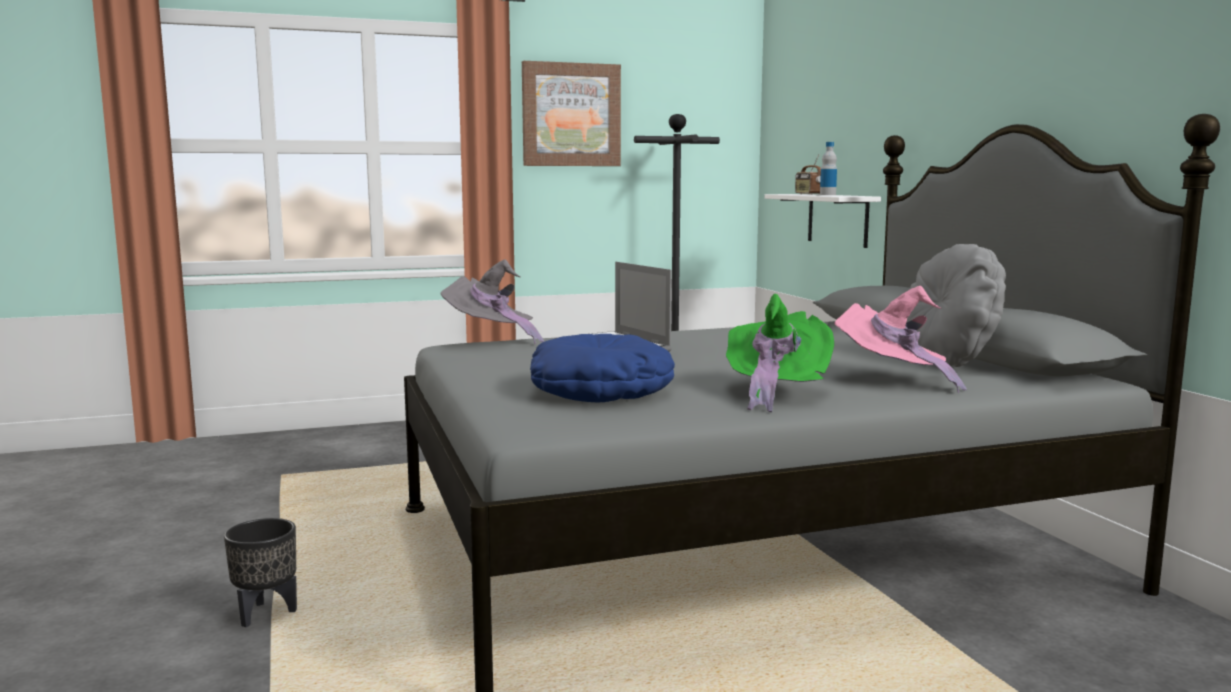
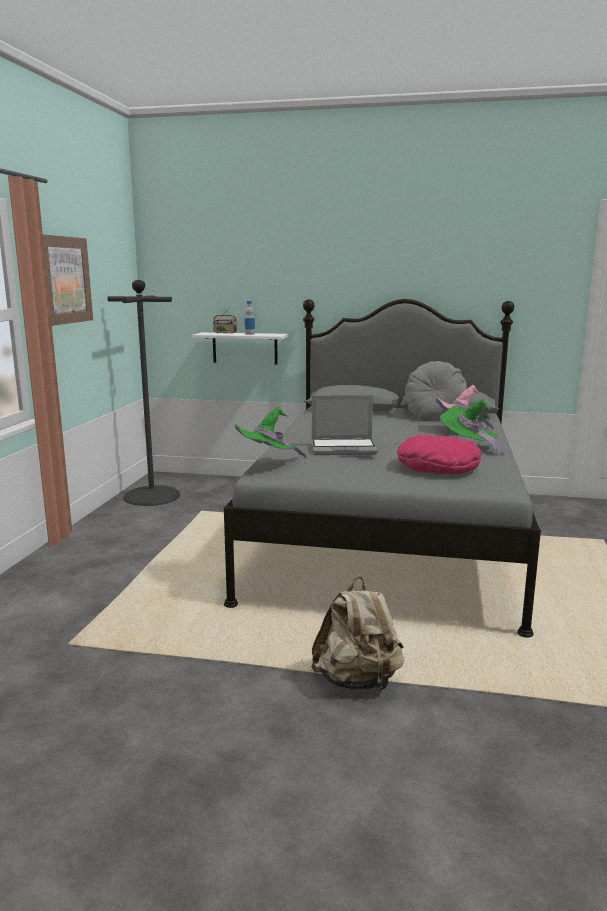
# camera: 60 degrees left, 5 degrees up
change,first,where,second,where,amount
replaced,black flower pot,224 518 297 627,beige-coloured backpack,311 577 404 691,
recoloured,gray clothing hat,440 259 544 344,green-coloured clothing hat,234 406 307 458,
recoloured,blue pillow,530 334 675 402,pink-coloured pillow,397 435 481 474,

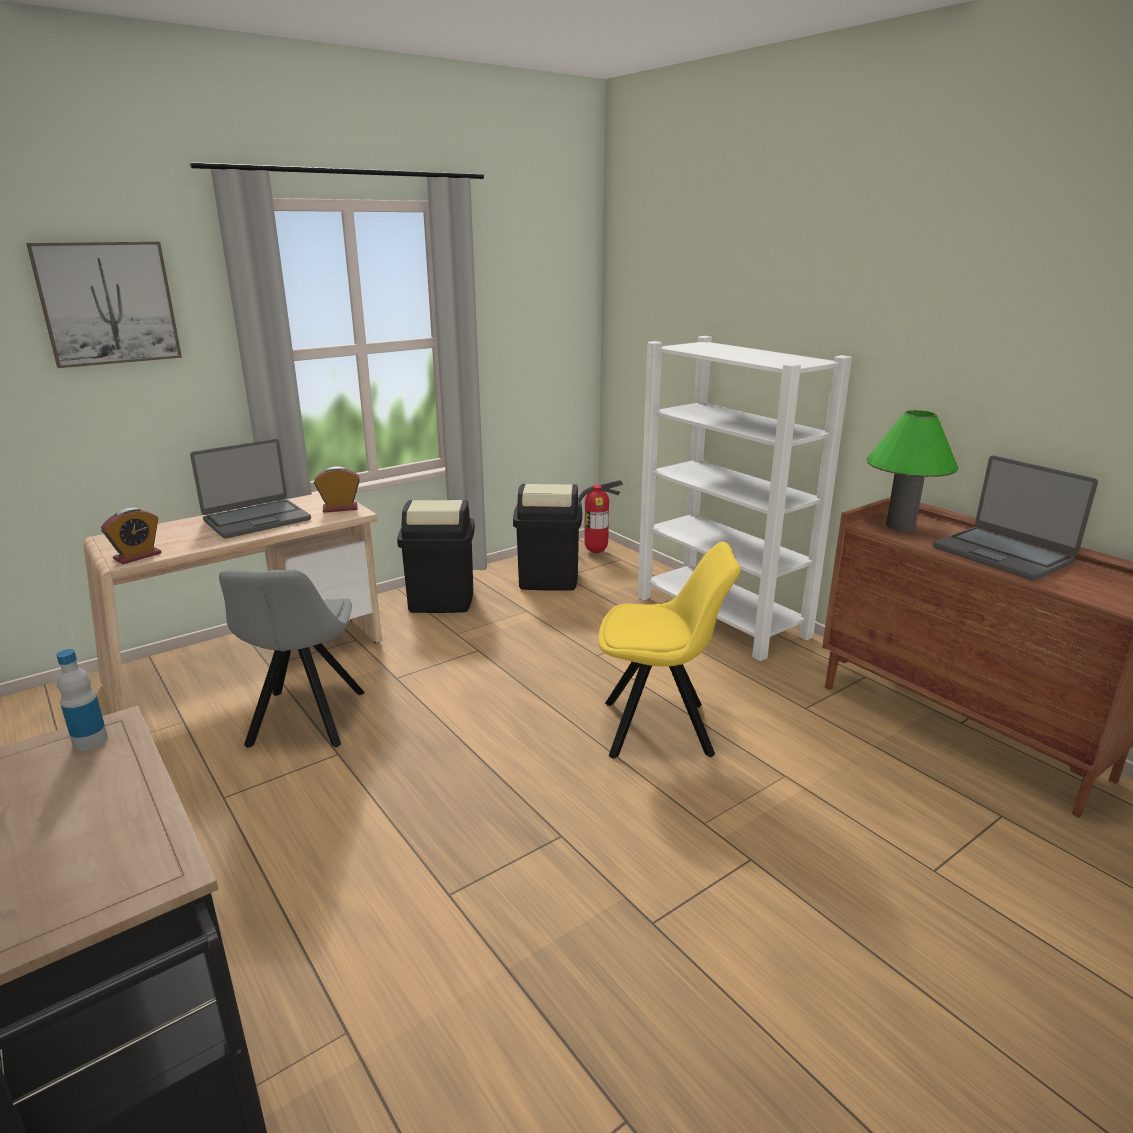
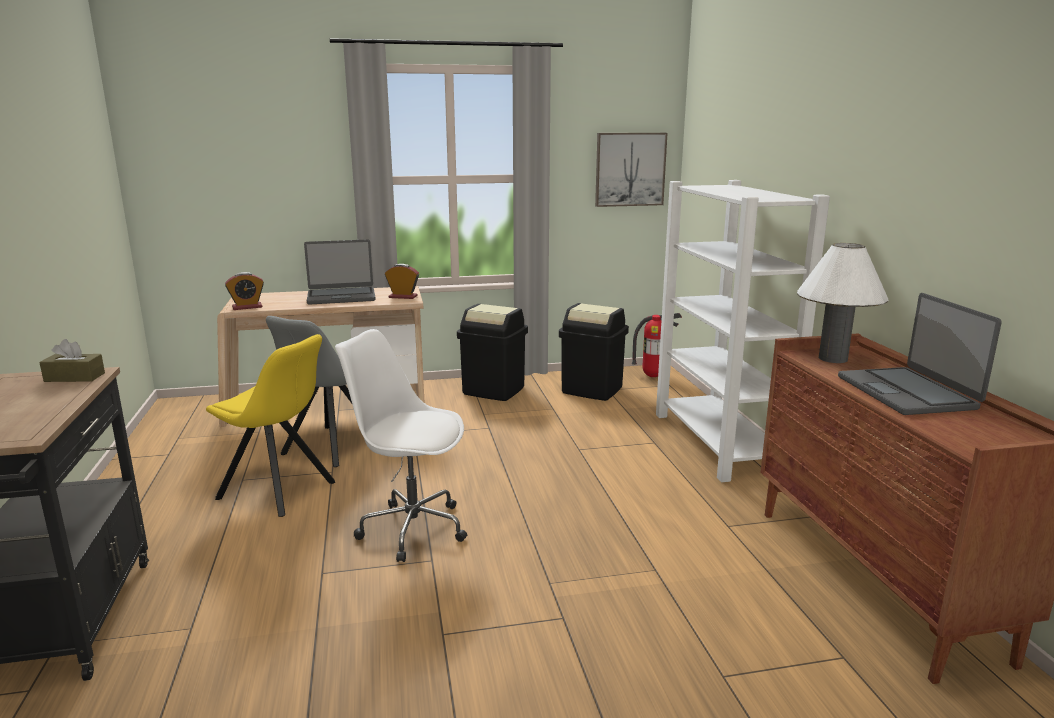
# camera: 25 degrees right, 5 degrees down
change,first,where,second,where,amount
moved,picture,26 241 182 368,,595 133 668 207,
replaced,bottle,56 649 108 751,brown-coloured tissue holder,39 339 105 382,
moved,yellow-coloured upright chair,598 542 741 759,,206 334 335 517,
recoloured,green-coloured tabletop lamp,867 410 959 531,white tabletop lamp,797 243 889 363,
added,,,white desk chair,335 329 467 562,

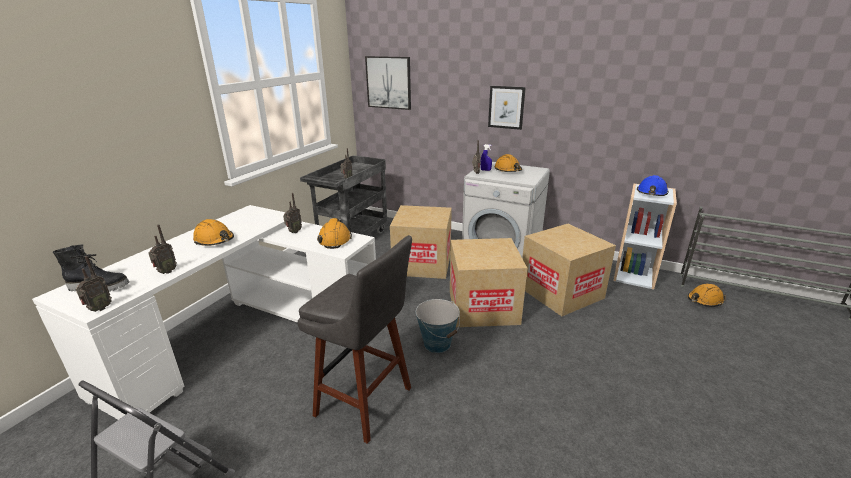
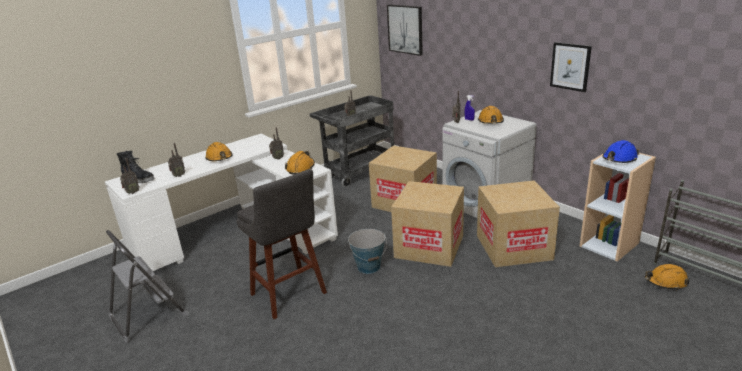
# camera: 25 degrees right, 0 degrees up
change,first,where,second,where,amount
moved,picture,488 86 526 130,,550 42 592 92,

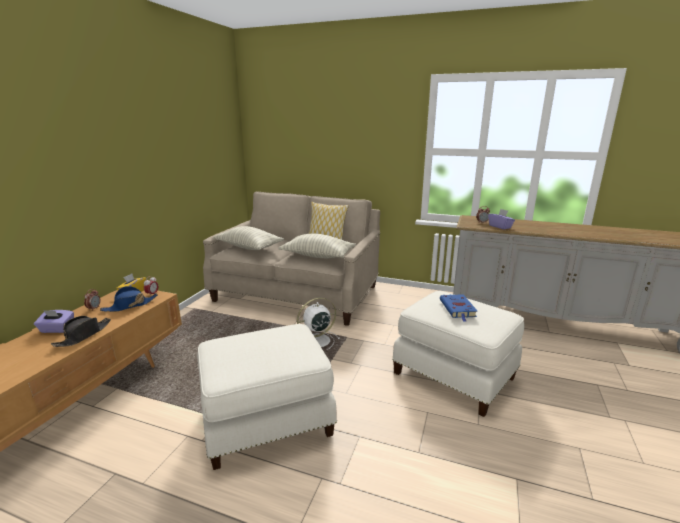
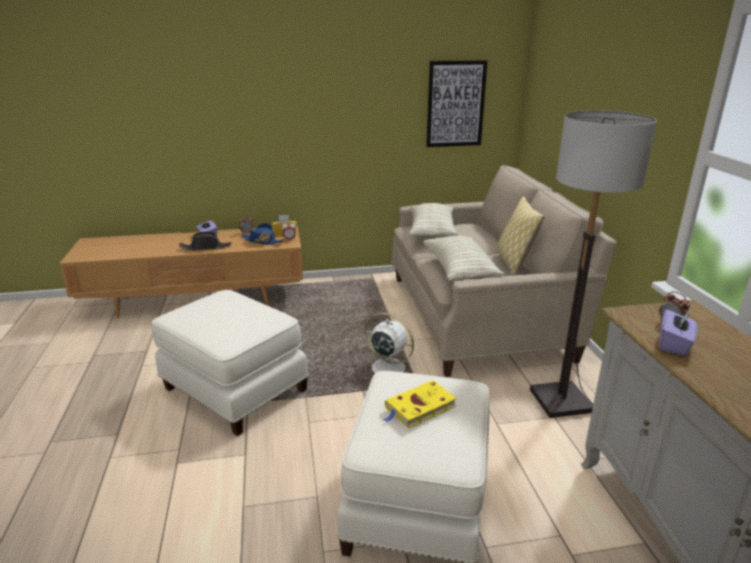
# camera: 60 degrees right, 5 degrees up
change,first,where,second,where,amount
recoloured,blue volume,440 294 478 322,yellow-coloured volume,383 380 457 429,
added,,,picture,426 60 488 147,
added,,,standard lamp,530 111 657 418,

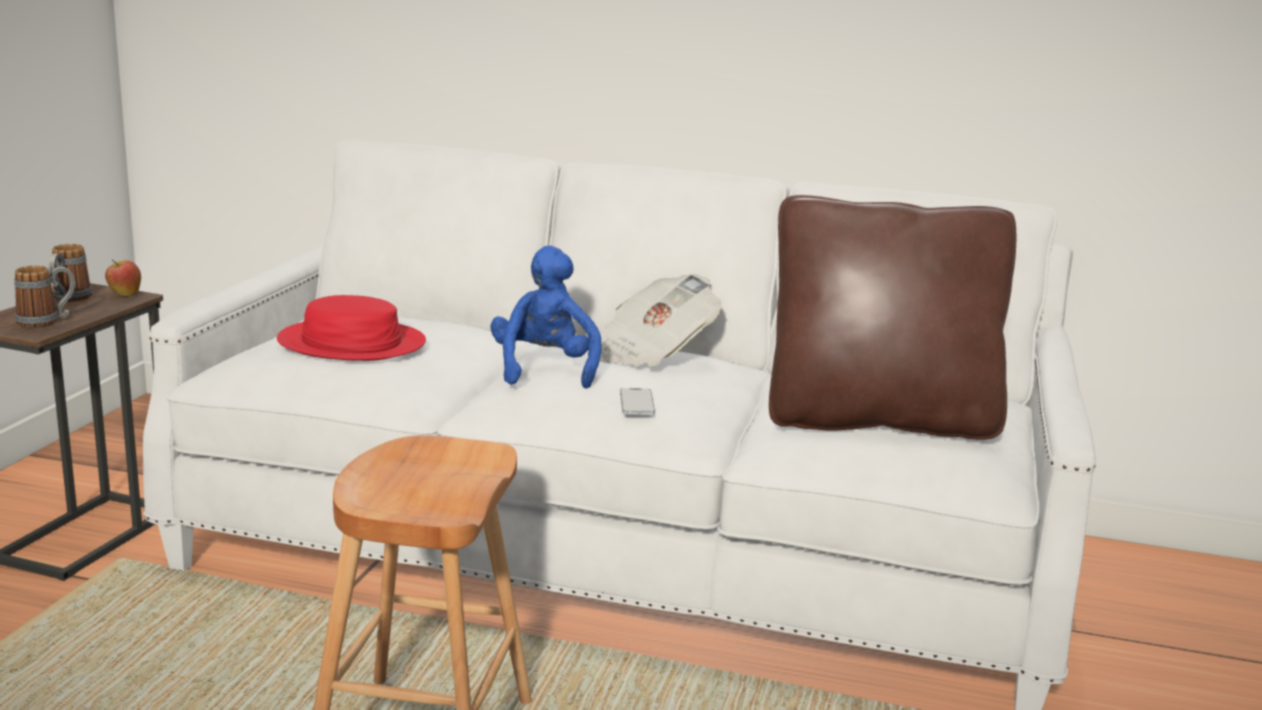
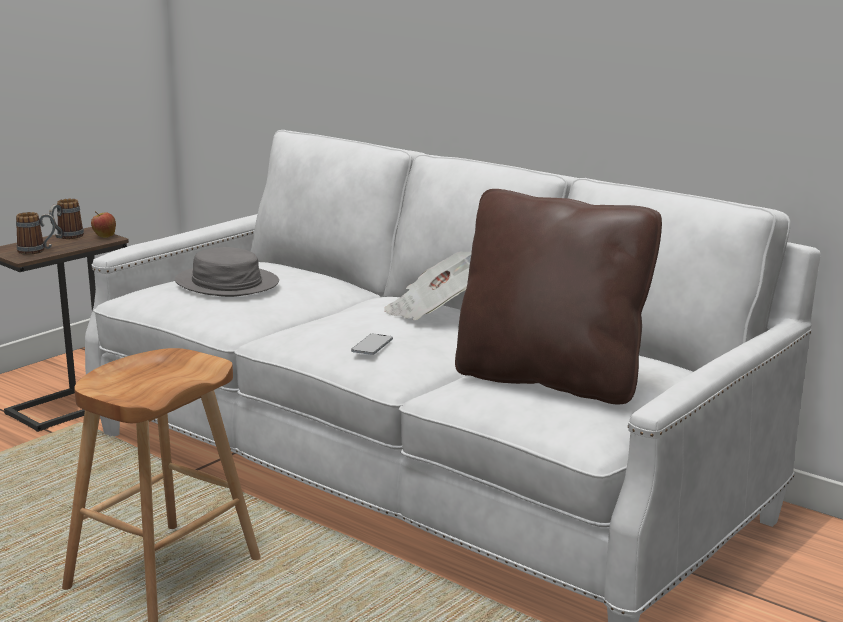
# camera: 25 degrees right, 0 degrees up
change,first,where,second,where,amount
recoloured,red-coloured clothing hat,277 295 426 361,gray clothing hat,175 247 279 297,
removed,blue cuddly toy,490 246 602 388,,,

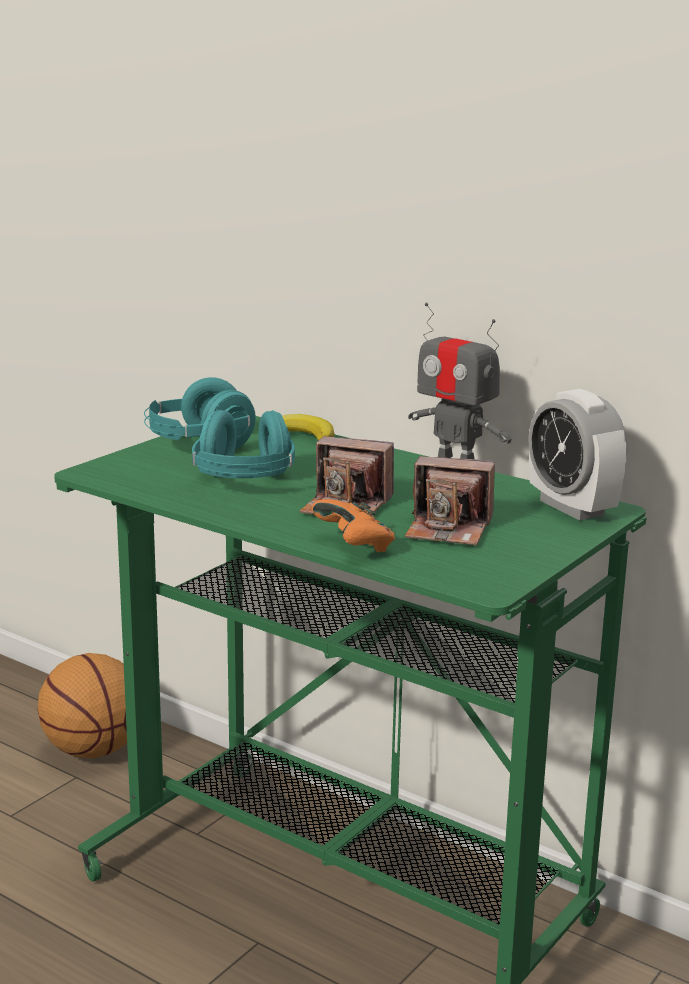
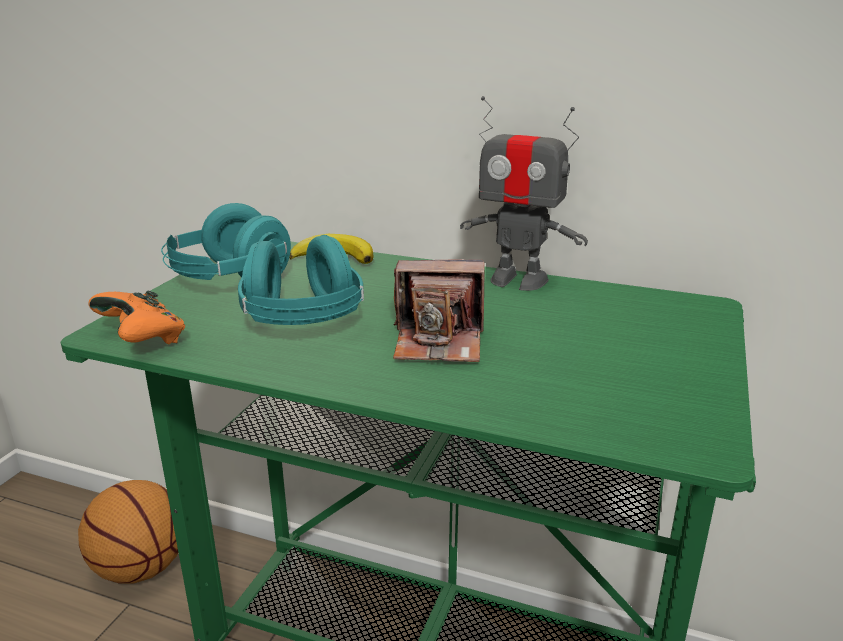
# camera: 15 degrees left, 5 degrees up
change,first,where,second,where,amount
moved,orangey gamepad,311 499 395 553,,88 291 185 344,
removed,still camera,405 456 495 545,,,
removed,table clock,529 389 627 520,,,

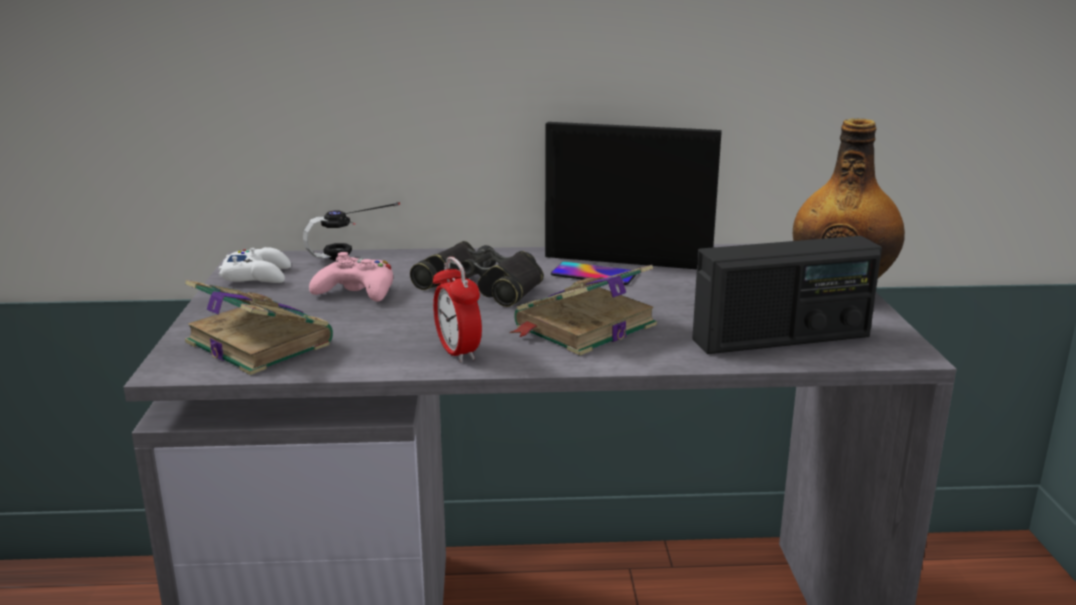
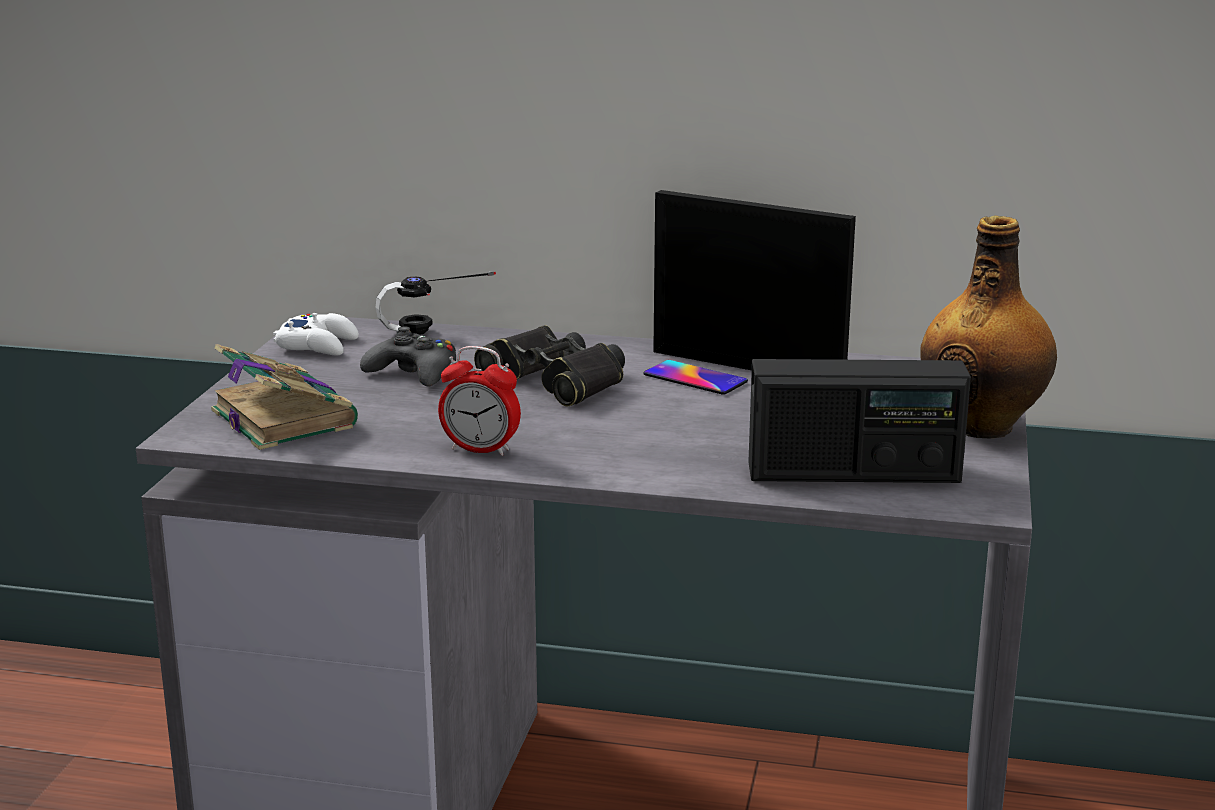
# camera: 15 degrees right, 0 degrees up
change,first,where,second,where,amount
recoloured,pink-coloured gamepad,309 252 393 302,black gamepad,360 326 456 386,
turned,table clock,433 257 482 363,,438 346 521 456,60 degrees counterclockwise
removed,volume,509 265 657 356,,,

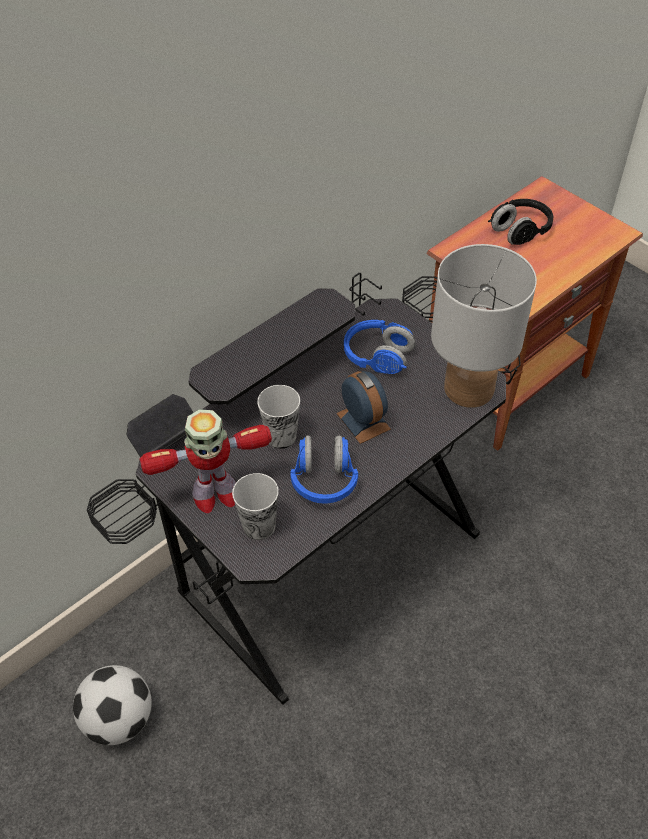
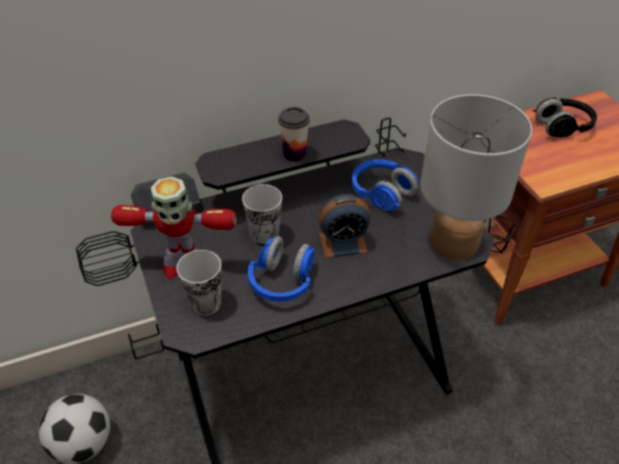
# camera: 20 degrees right, 5 degrees down
change,first,where,second,where,amount
turned,table clock,337 371 391 444,,318 194 371 258,90 degrees clockwise
added,,,drinking cup,278 107 310 162,

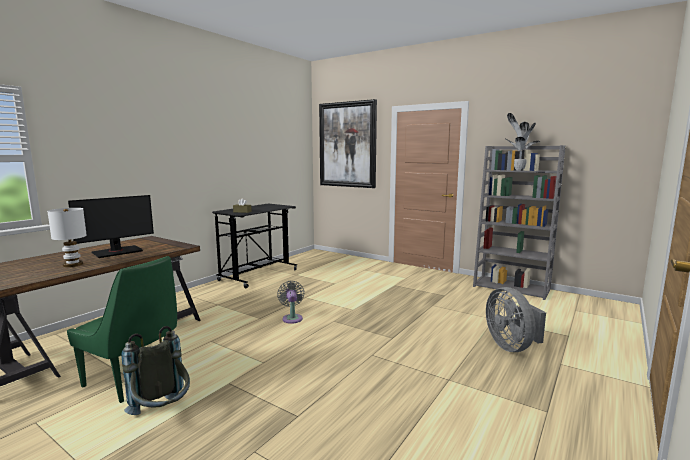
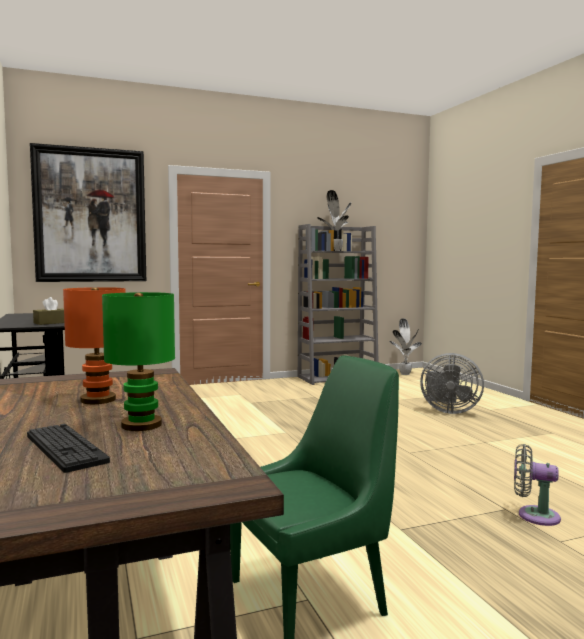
# camera: 55 degrees left, 5 degrees down
change,first,where,second,where,amount
recoloured,white tabletop lamp,47 208 87 267,green-coloured tabletop lamp,102 292 175 431,
replaced,computer display,68 195 154 258,orangey tabletop lamp,63 287 126 404,
removed,gray backpack,121 326 190 415,,,
moved,gray cooling fan,277 281 305 324,,514 444 561 526,
added,,,PC keyboard,27 424 110 473,
added,,,houseplant,389 318 422 375,

